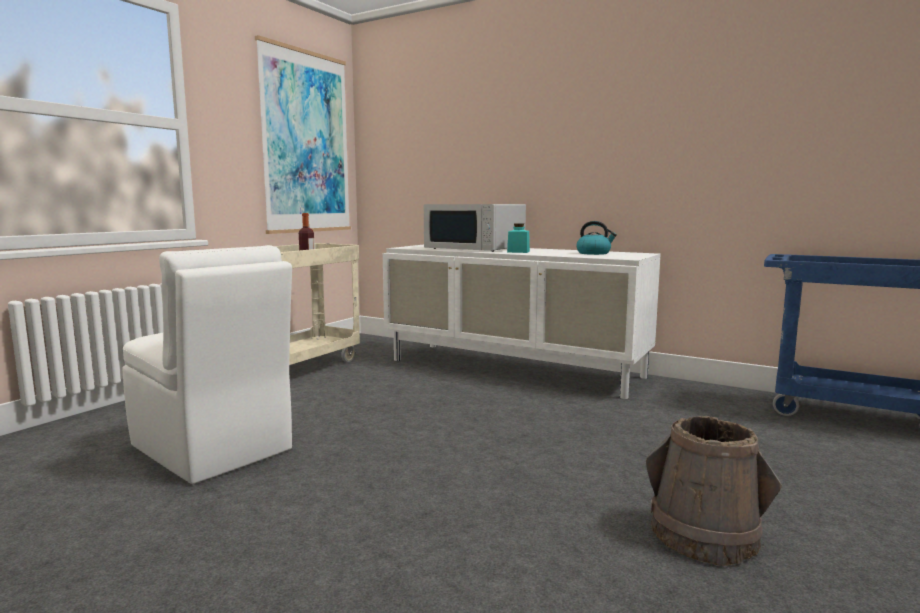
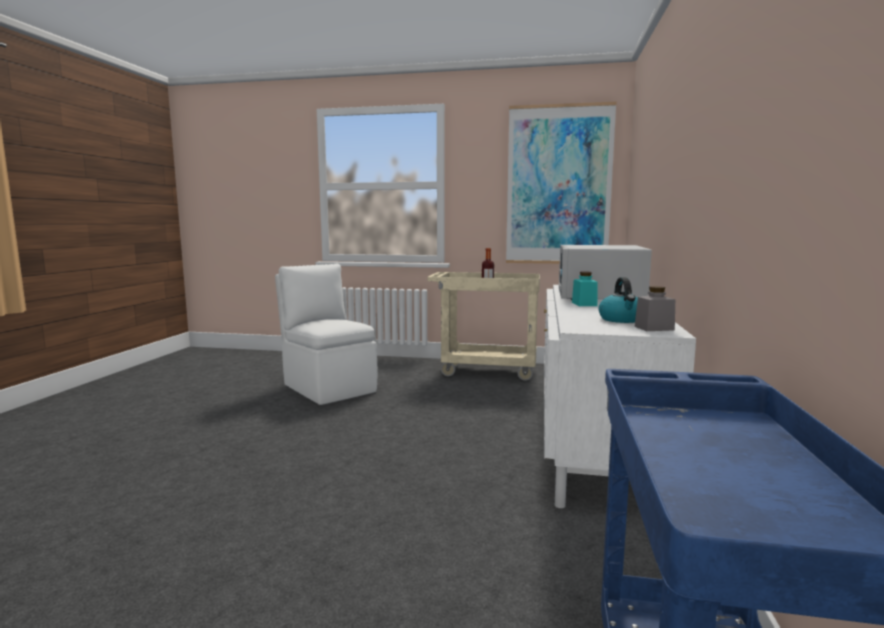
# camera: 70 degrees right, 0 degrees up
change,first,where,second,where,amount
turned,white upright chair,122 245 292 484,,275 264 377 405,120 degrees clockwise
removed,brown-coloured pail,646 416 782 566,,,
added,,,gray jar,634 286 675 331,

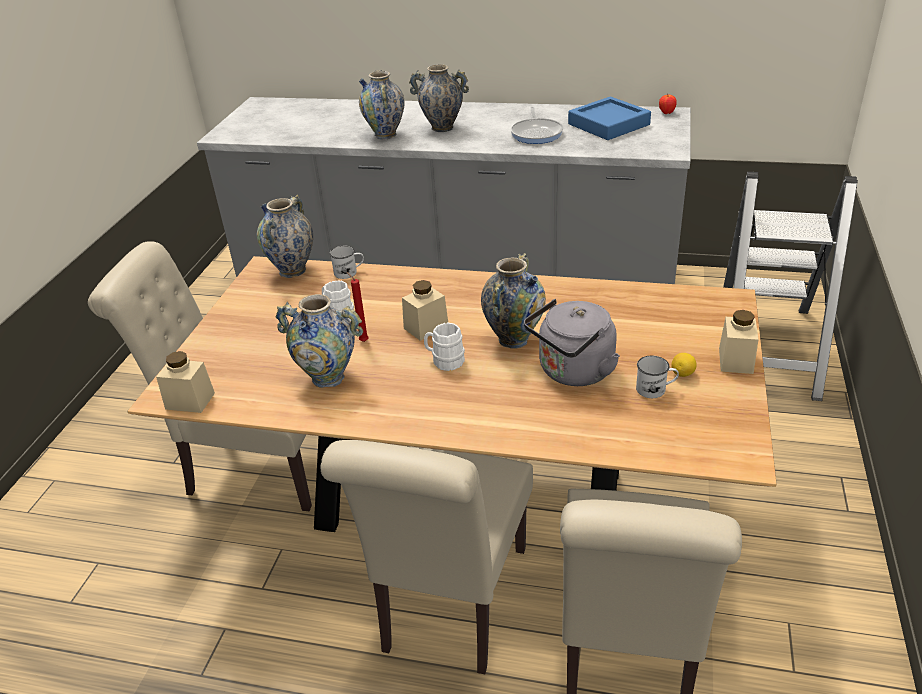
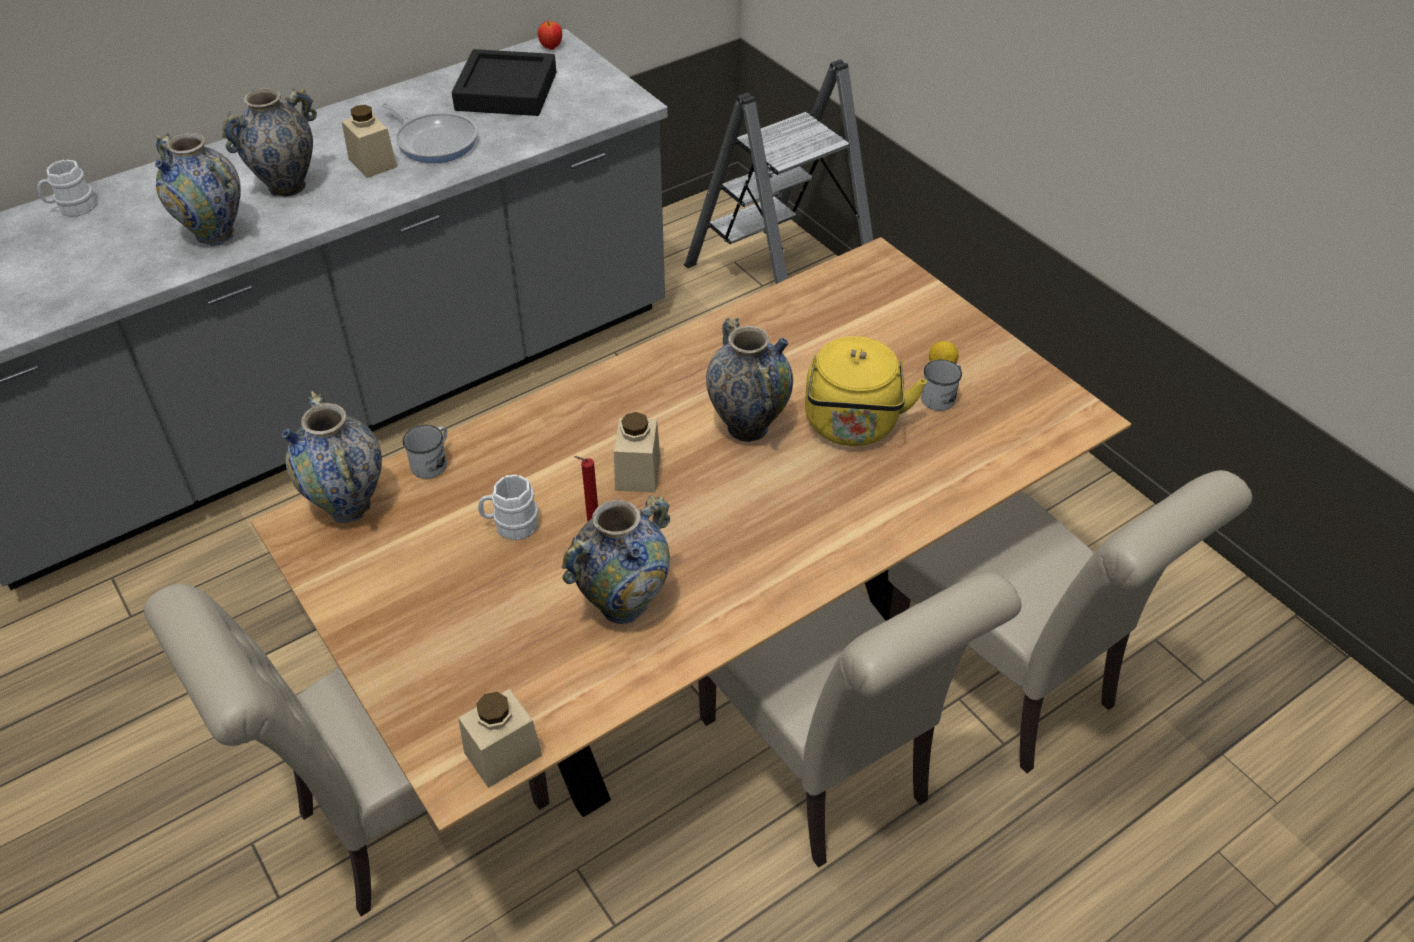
# camera: 50 degrees left, 10 degrees up
change,first,where,second,where,amount
moved,white coffee mug,424 323 465 371,,37 160 96 217,
recoloured,gray water kettle,524 299 620 386,yellow-coloured water kettle,805 336 927 446,
recoloured,blue carrying tray,568 97 651 140,black carrying tray,452 49 556 116,
moved,beige-coloured jar,719 310 758 374,,342 105 397 178,

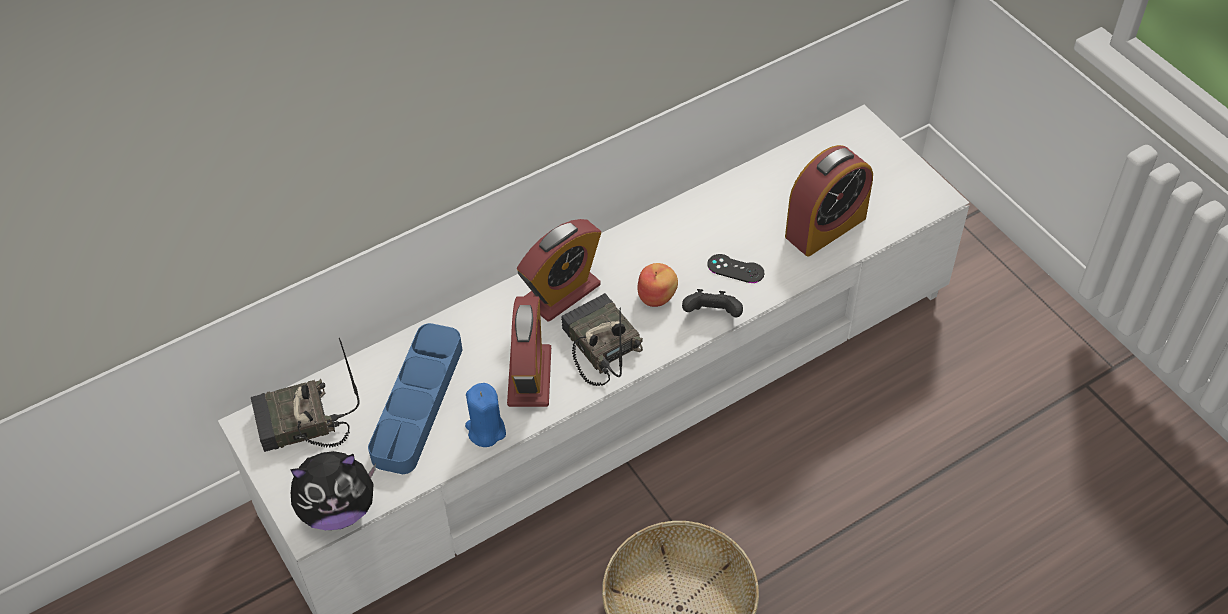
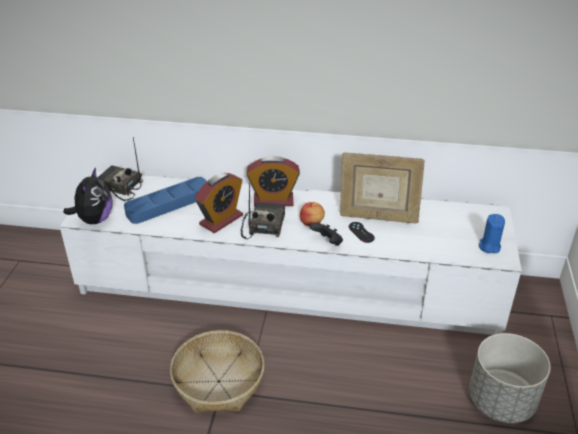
# camera: 40 degrees right, 15 degrees down
change,first,where,second,where,amount
turned,cuddly toy,290 451 376 530,,63 167 112 224,105 degrees counterclockwise
moved,blue candle,465 383 506 447,,479 214 505 253,
removed,table clock,785 145 873 257,,,
added,,,photo frame,340 153 425 224,
added,,,gray flower pot,469 333 551 423,

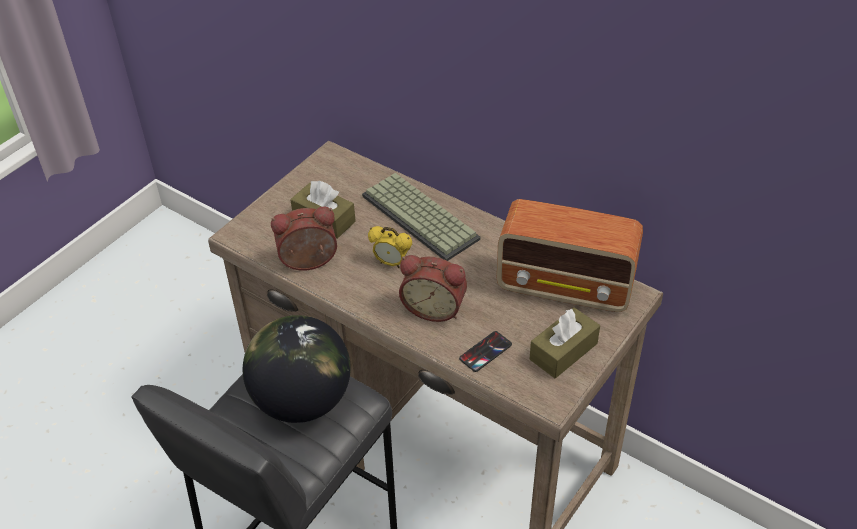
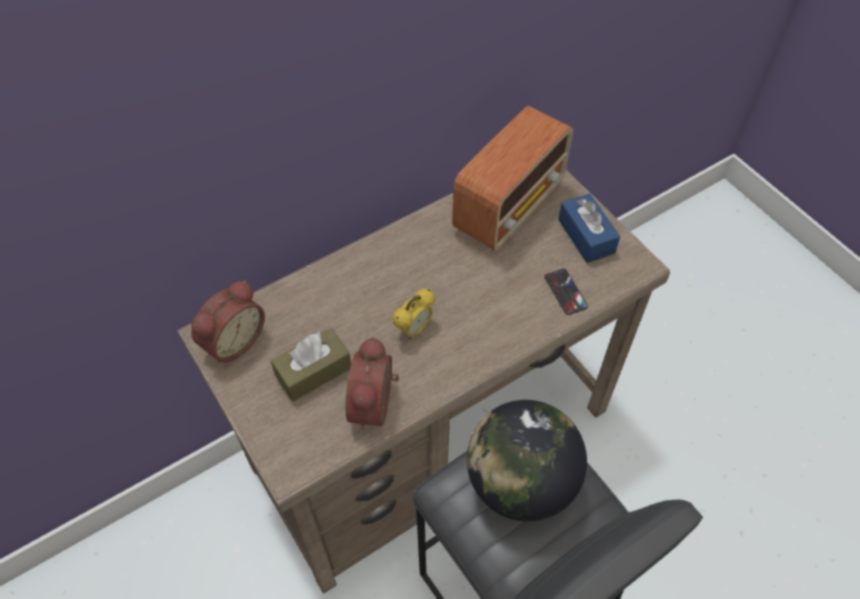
# camera: 70 degrees left, 10 degrees up
change,first,where,second,where,amount
removed,PC keyboard,362 173 480 261,,,
moved,table clock,399 255 467 322,,191 280 265 364,
recoloured,brown-coloured tissue holder,529 307 600 378,blue tissue holder,558 193 620 263,

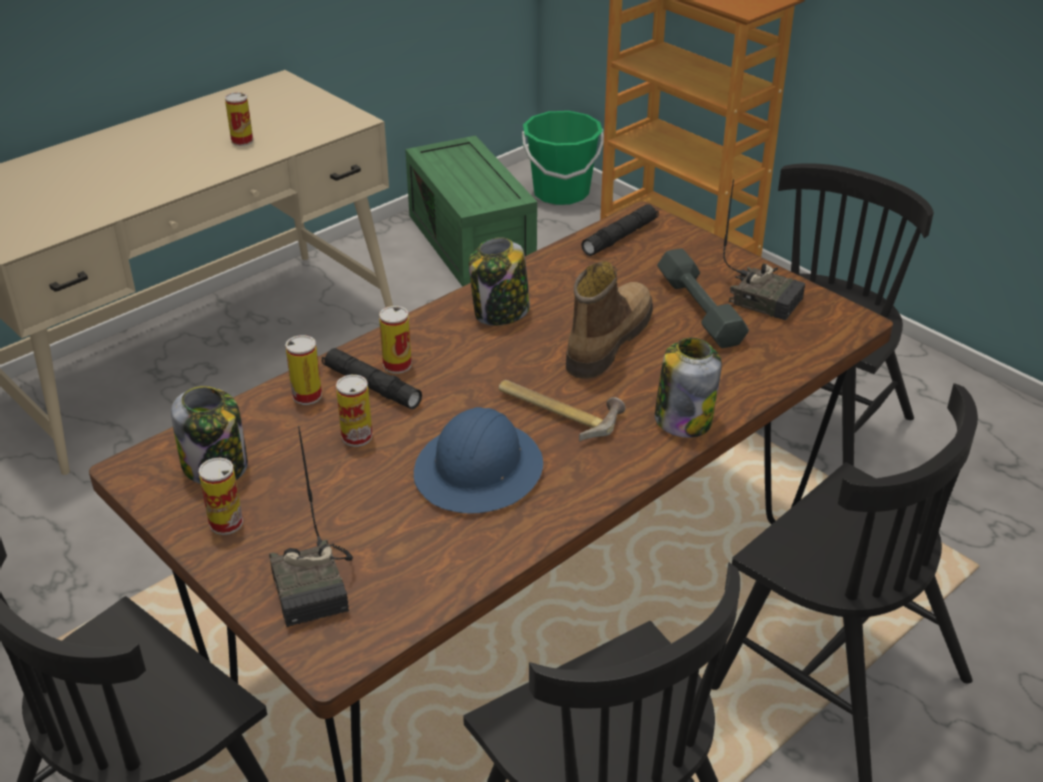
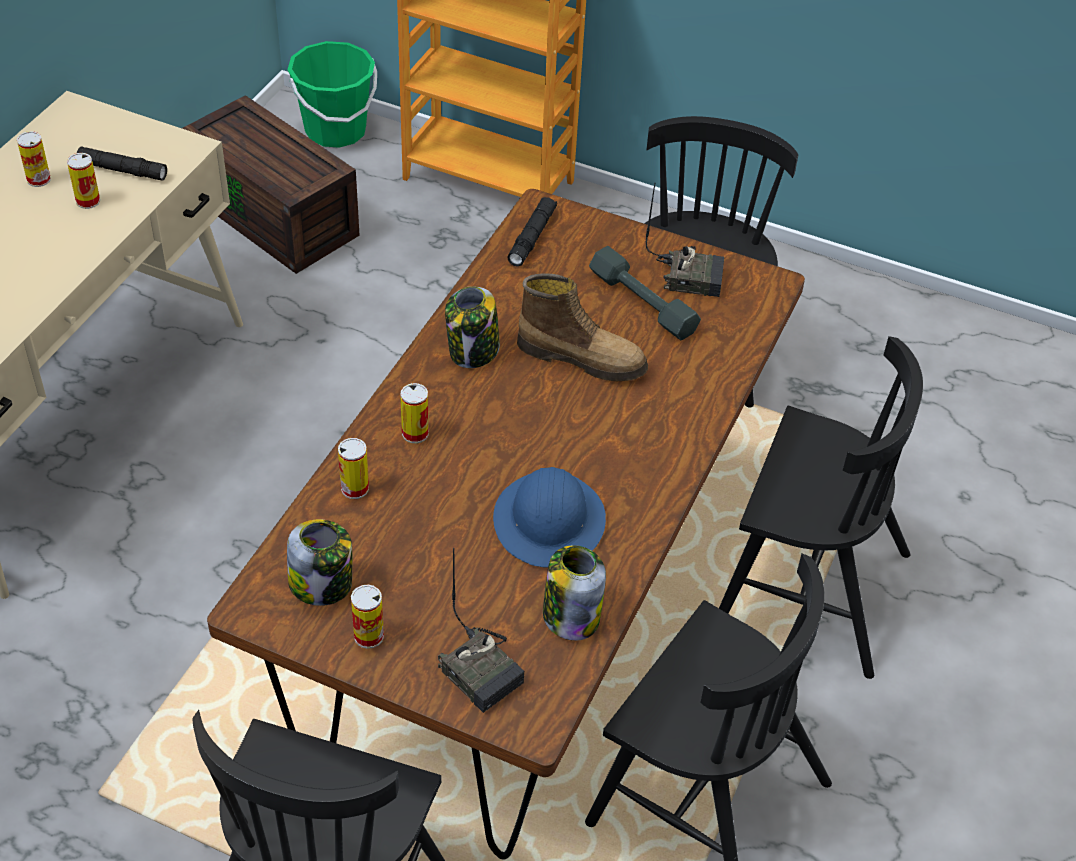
# camera: 25 degrees left, 10 degrees up
change,first,where,second,where,amount
moved,black flashlight,322 348 422 409,,77 146 167 181,
moved,can,336 375 373 447,,17 131 51 187,
recoloured,green-coloured storage bin,405 136 537 287,brown-coloured storage bin,182 95 360 274,
removed,hammer,499 380 626 442,,,
turned,boot,566 261 653 379,,517 273 648 381,105 degrees clockwise
moved,jar,655 338 722 438,,543 545 606 641,

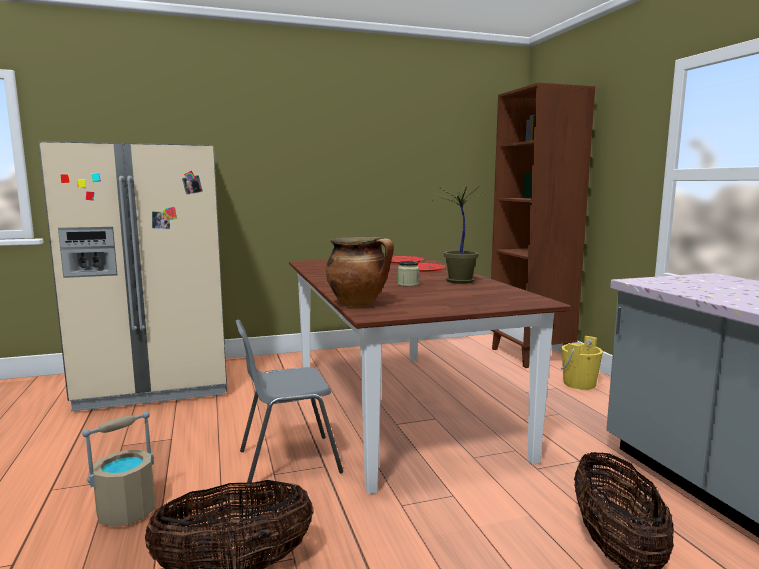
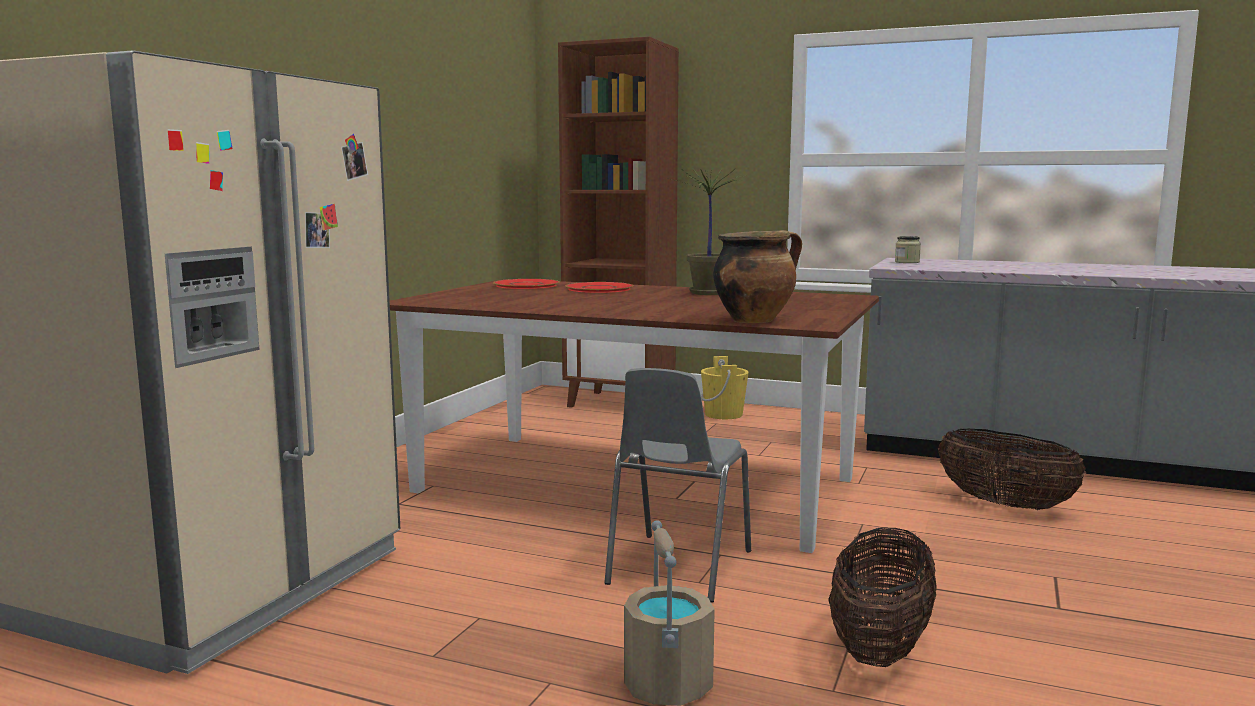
# camera: 50 degrees left, 0 degrees up
change,first,where,second,where,amount
moved,jar,398 261 419 287,,895 236 921 263,

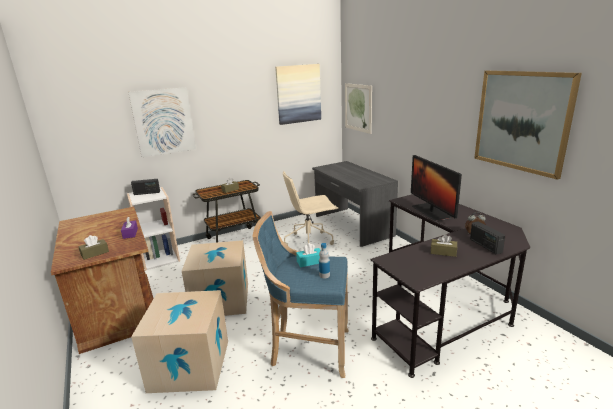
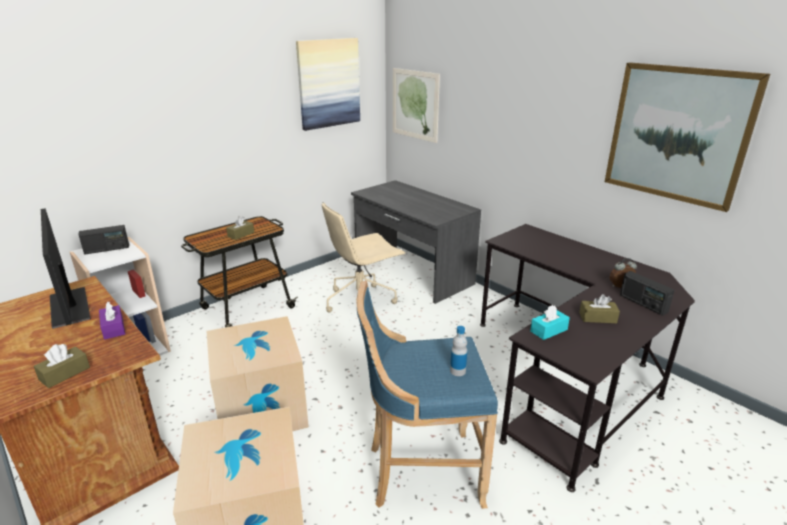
# camera: 15 degrees left, 5 degrees up
change,first,where,second,where,amount
removed,picture,128 87 196 157,,,
moved,turquoise-coloured tissue holder,296 243 321 267,,530 305 570 340,
moved,computer display,411 155 462 222,,41 208 91 329,

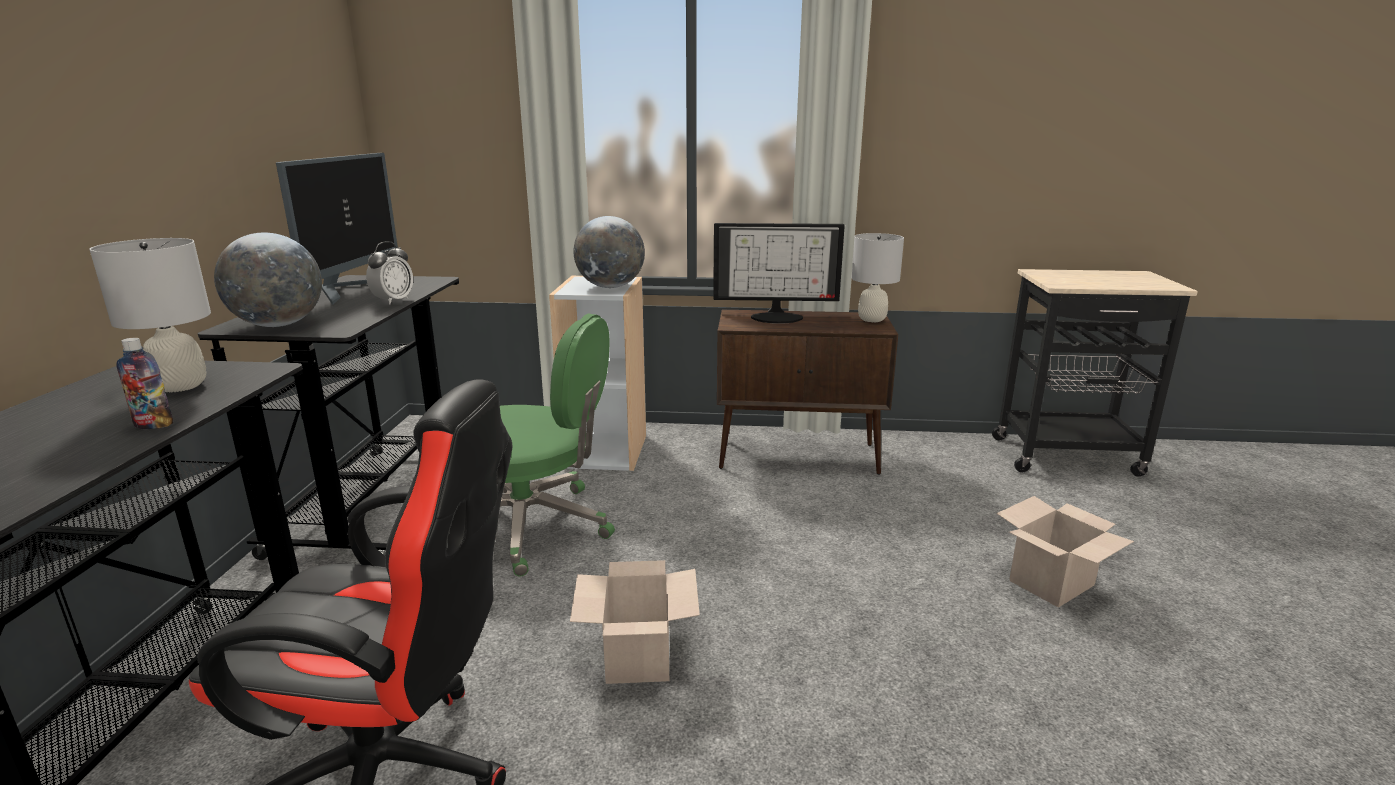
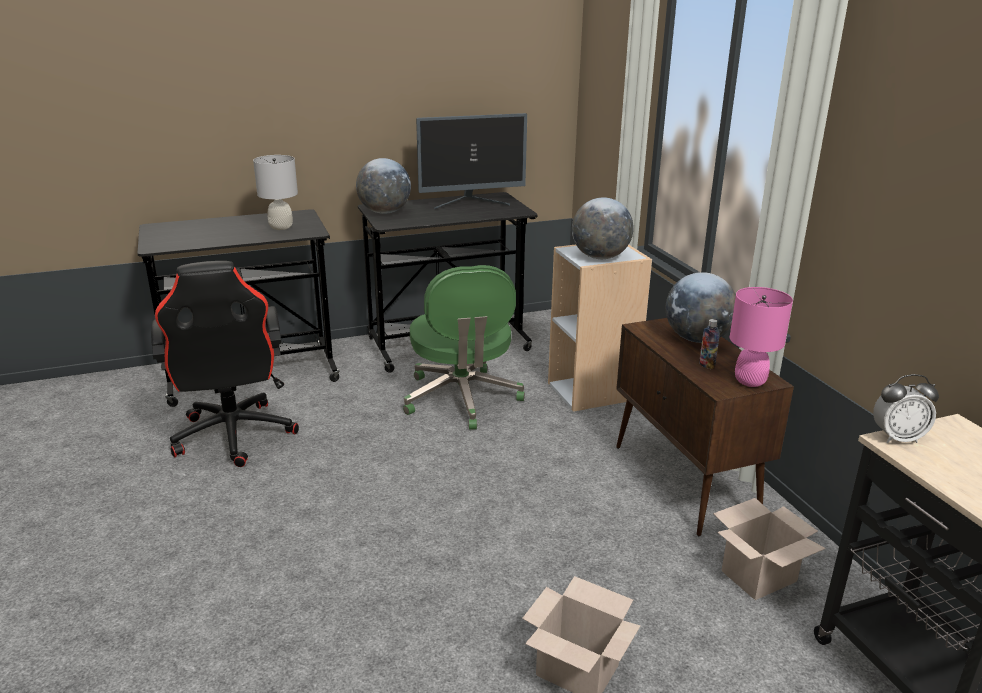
# camera: 65 degrees right, 5 degrees up
change,first,where,second,where,amount
moved,bottle,116 338 173 429,,699 319 720 369,
moved,table clock,366 241 413 304,,873 374 939 443,
moved,packing box,570 560 700 684,,713 498 826 600,
replaced,computer display,713 223 845 324,globe,666 272 736 343,
recoloured,gray tabletop lamp,851 233 904 322,pink-coloured tabletop lamp,730 287 793 387,

